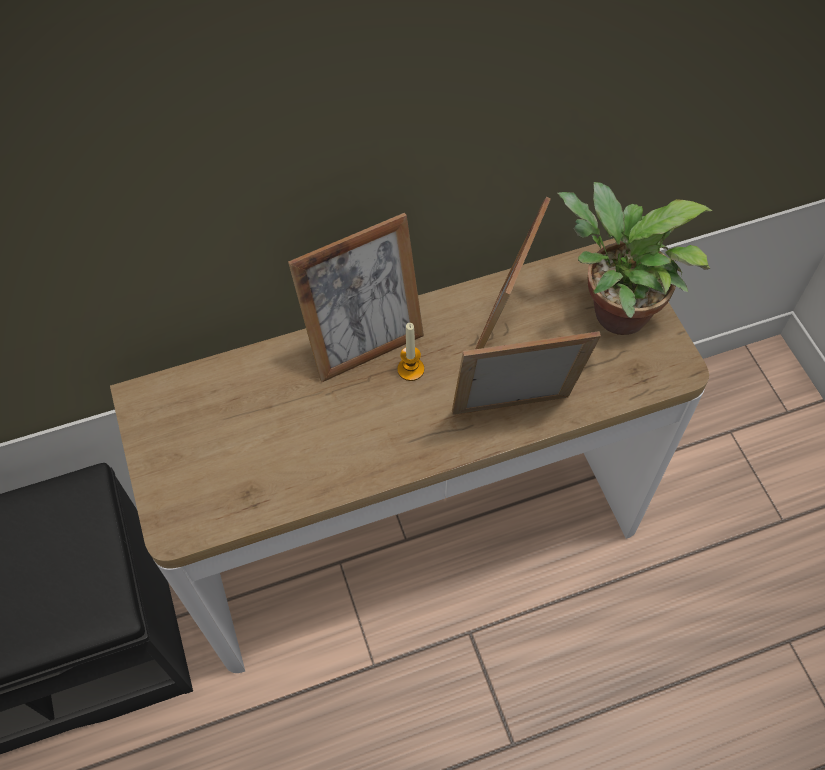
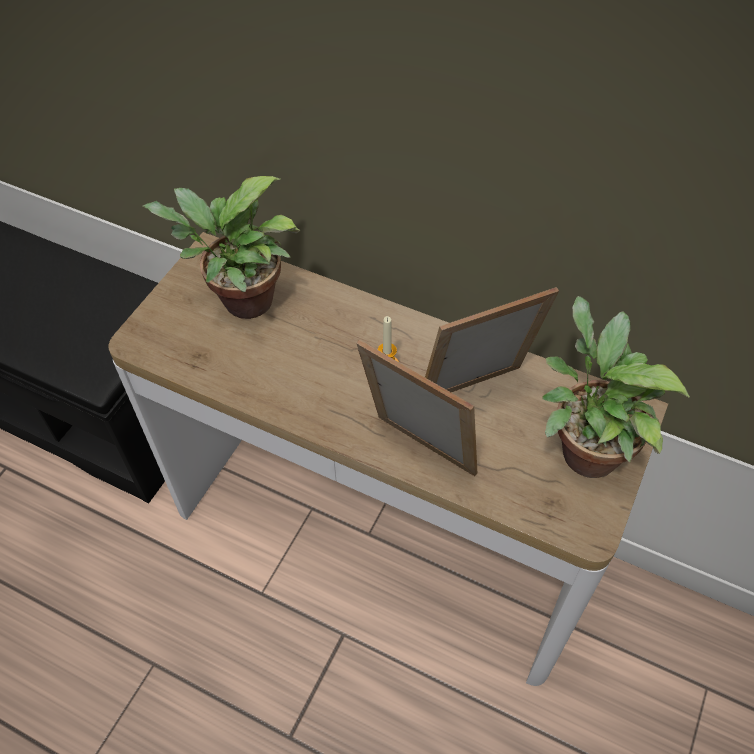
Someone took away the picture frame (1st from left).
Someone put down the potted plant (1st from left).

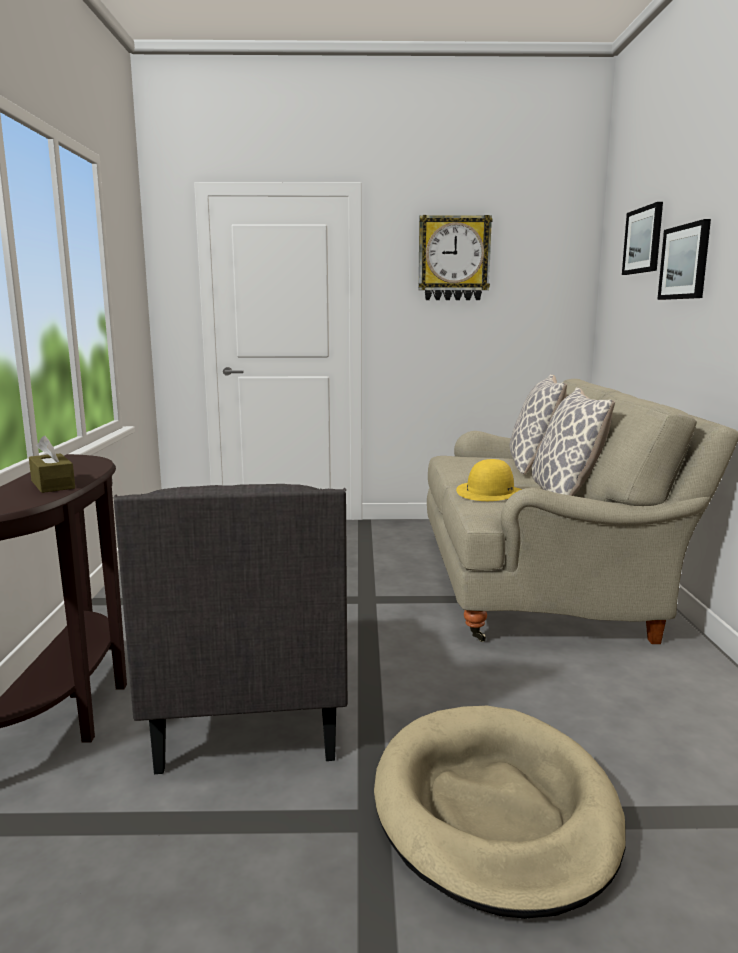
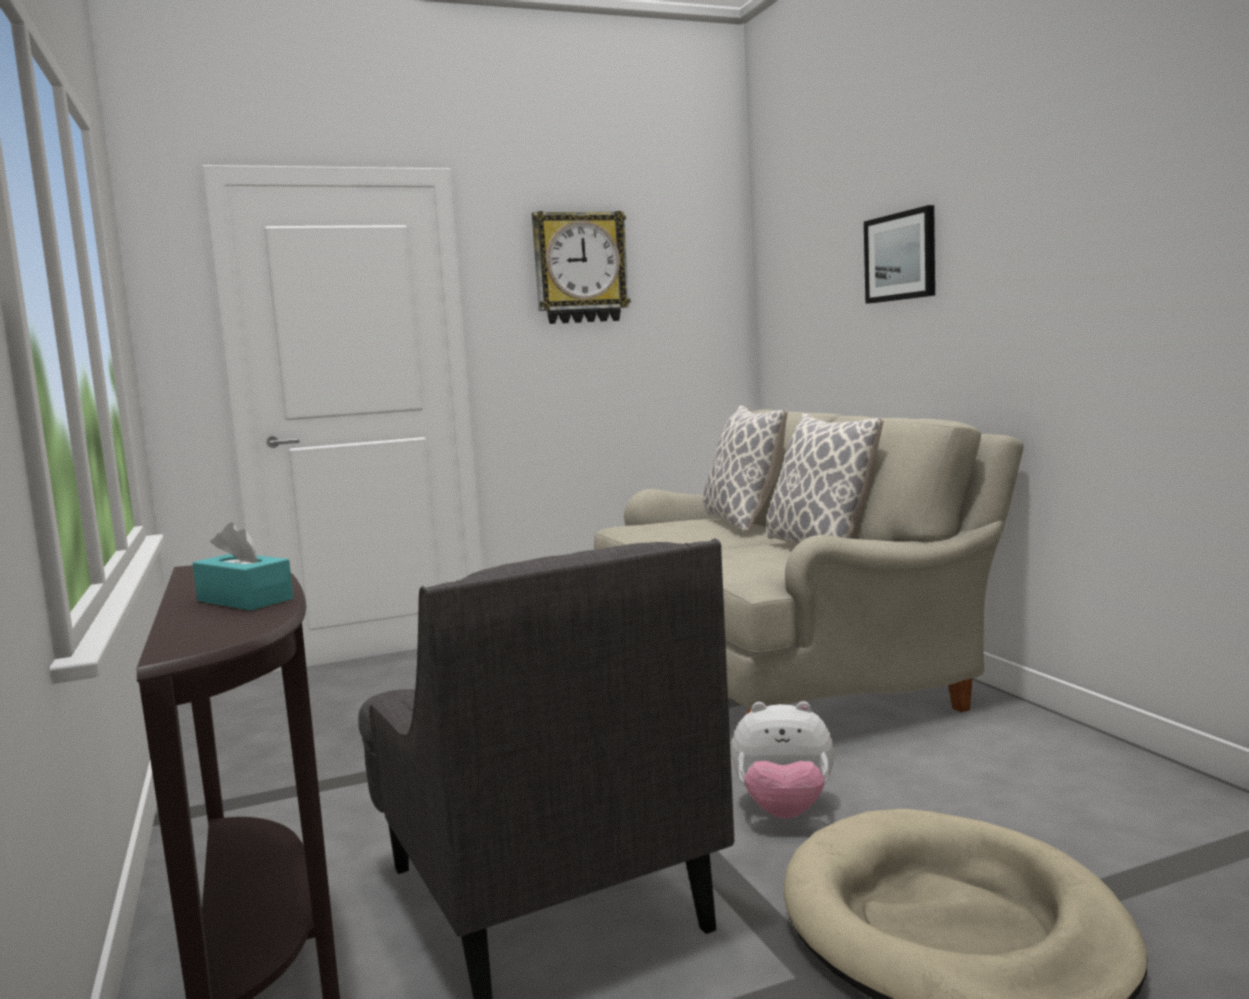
Someone took away the yellow hat.
Someone took away the picture (1st from left).
Someone put down the plush toy.
Someone repainted the brown tissue box, which became the turquoise tissue box.

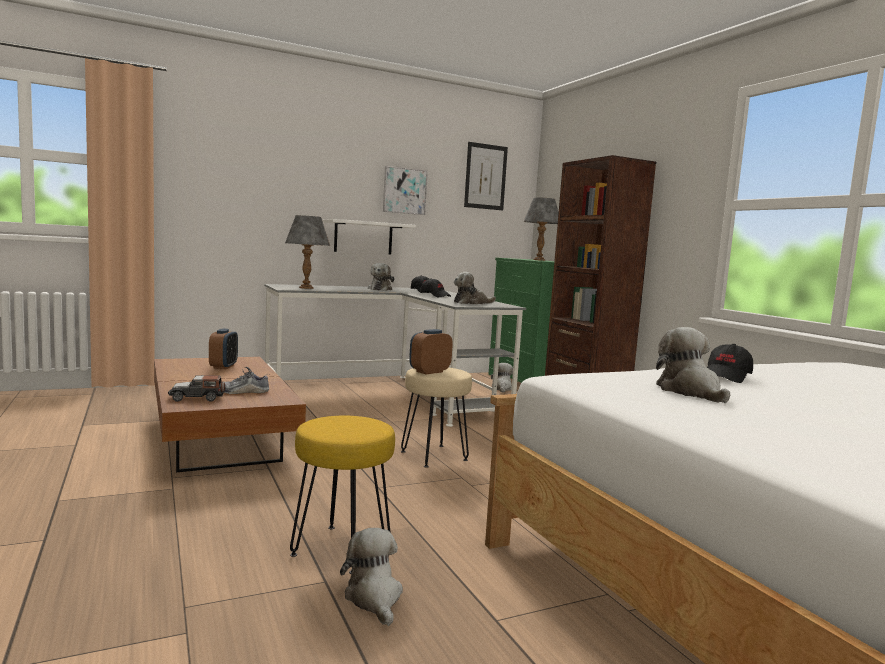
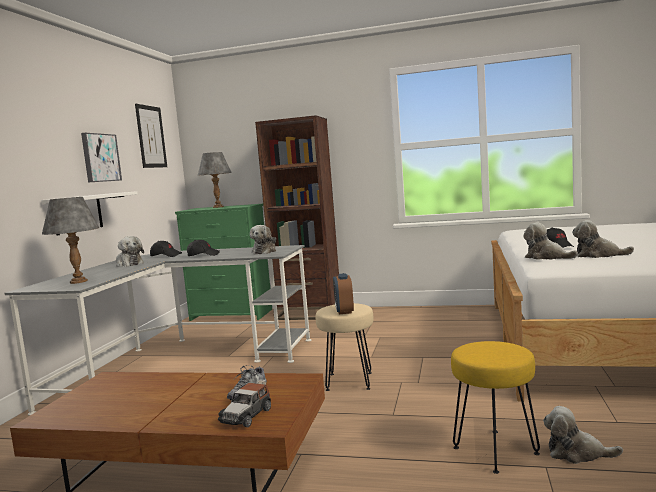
Someone took away the alarm clock (1st from left).
Someone carried the plush toy (4th from left in the first image).

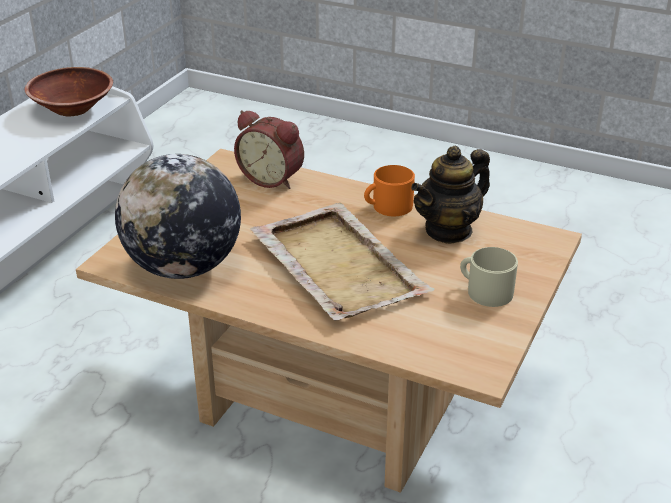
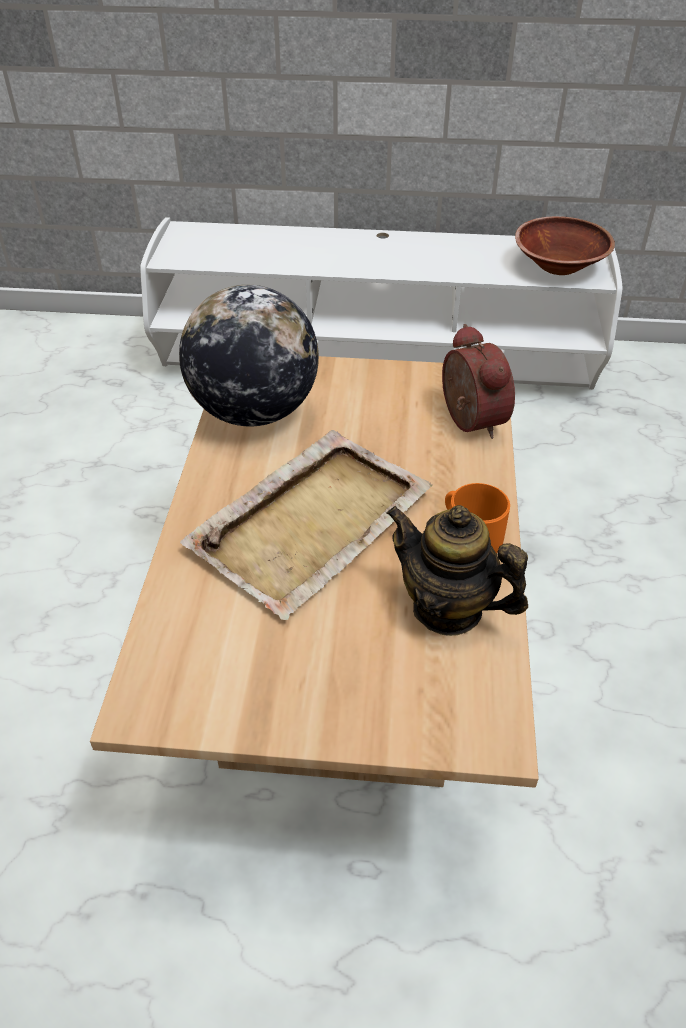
Someone took away the beige mug.
Someone rotated the alarm clock by 150 degrees clockwise.

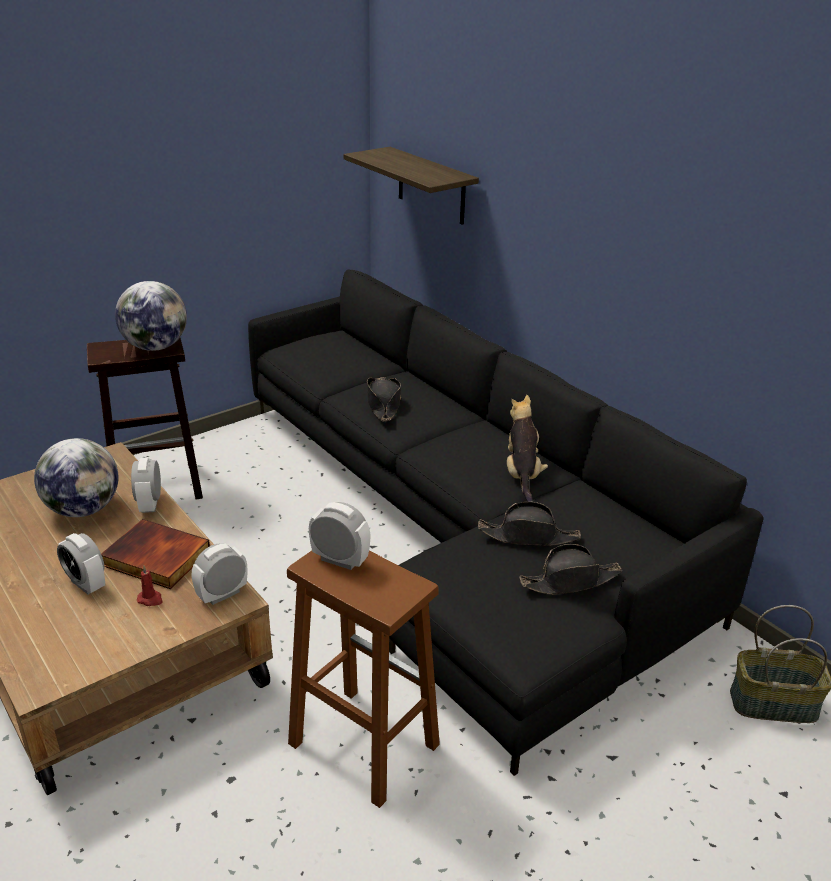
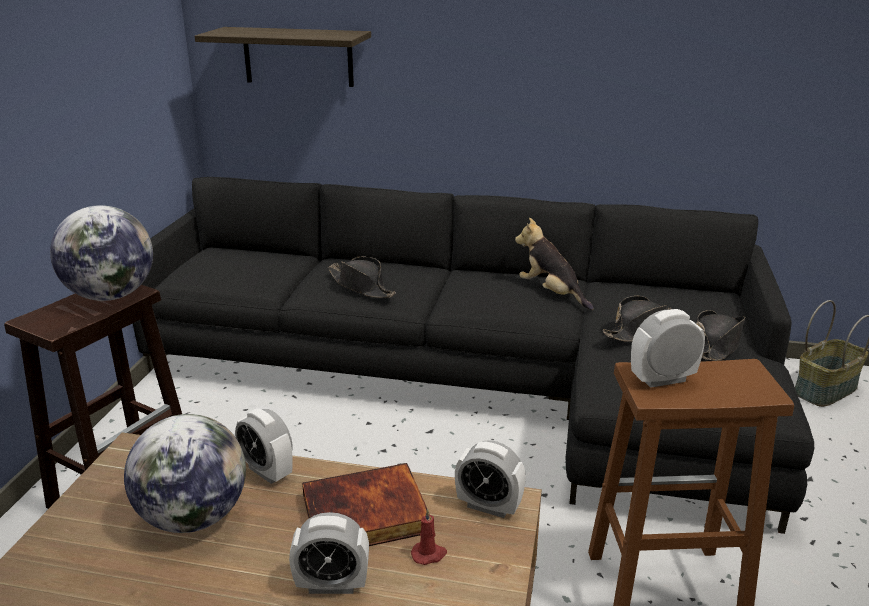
Someone rotated the alarm clock (3rd from left) by 75 degrees counterclockwise.

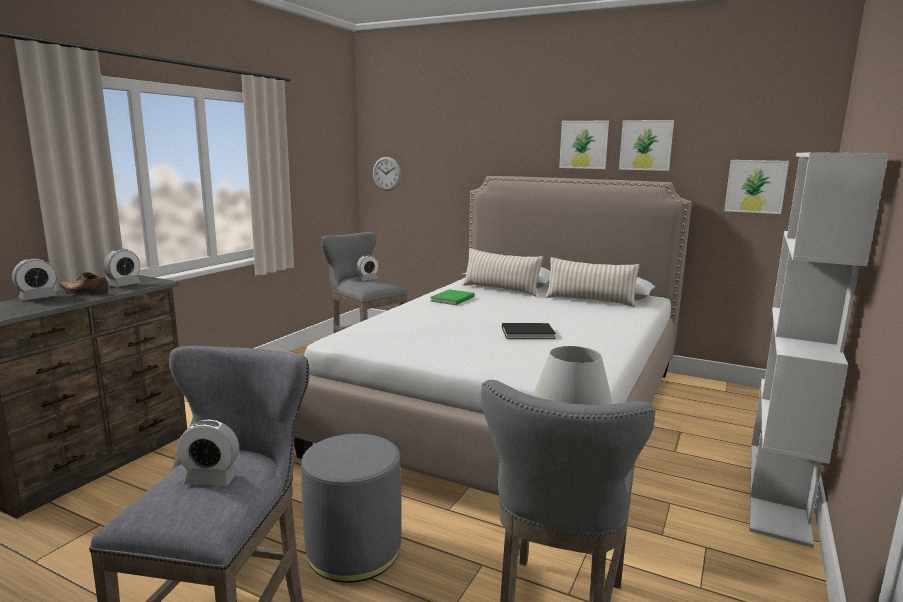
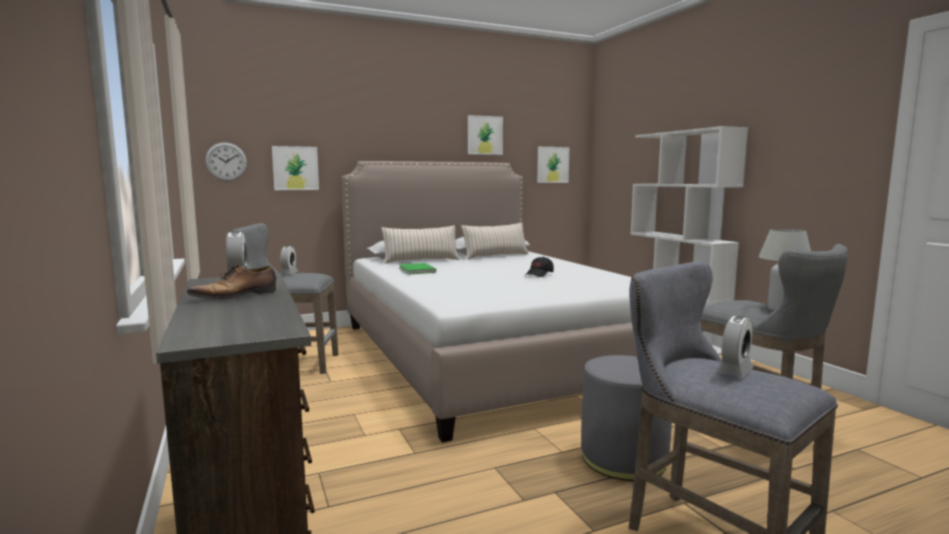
Someone took away the alarm clock (1st from left).
Someone carried the picture (1st from left).
Someone swapped the black book for the black cap.

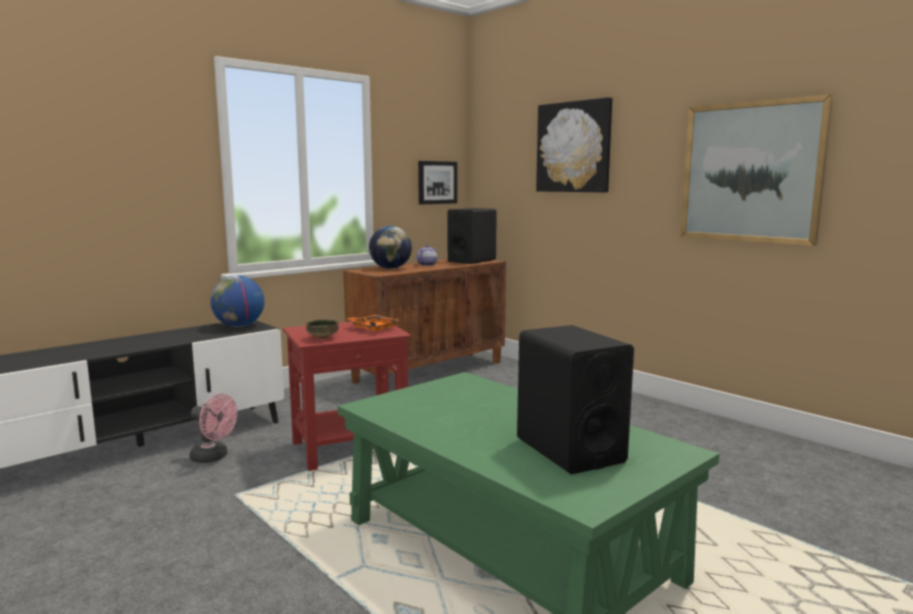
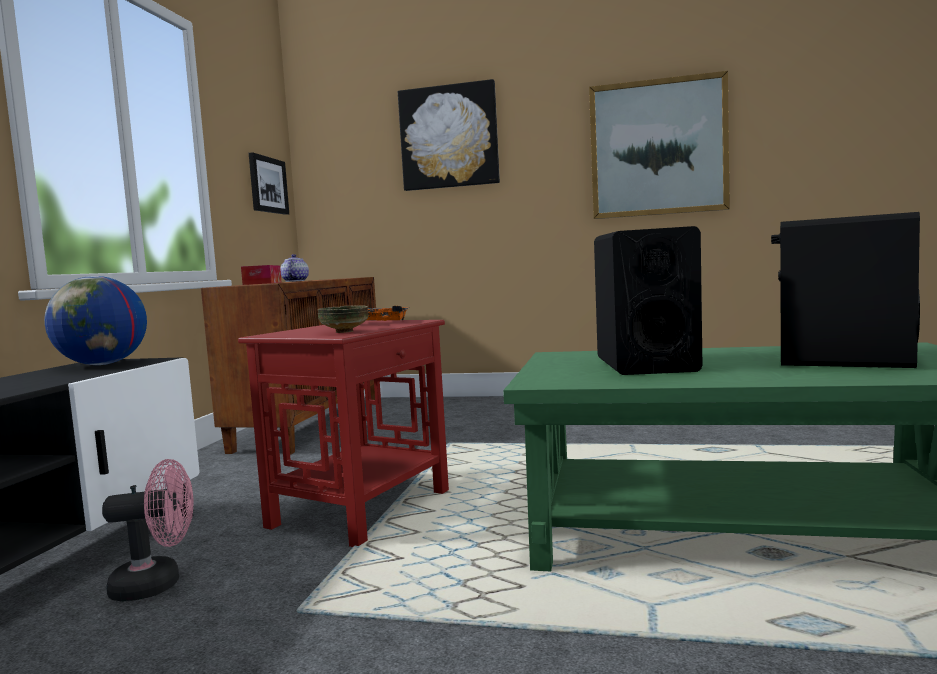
Someone carried the black speaker (1st from left).
Someone swapped the globe (2nd from left) for the tissue box.

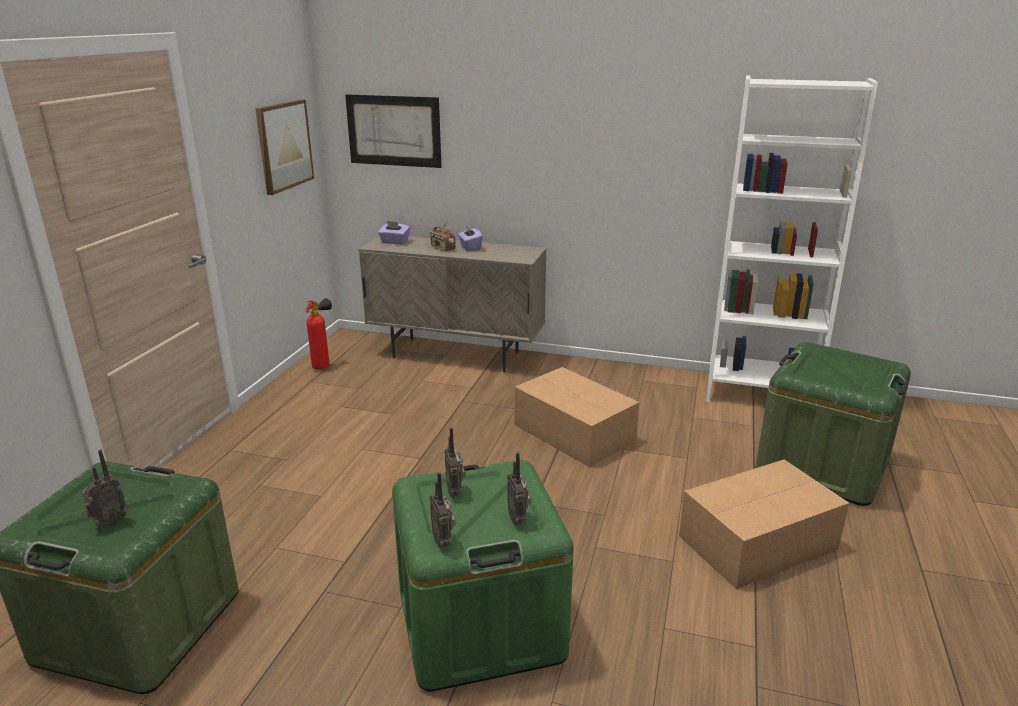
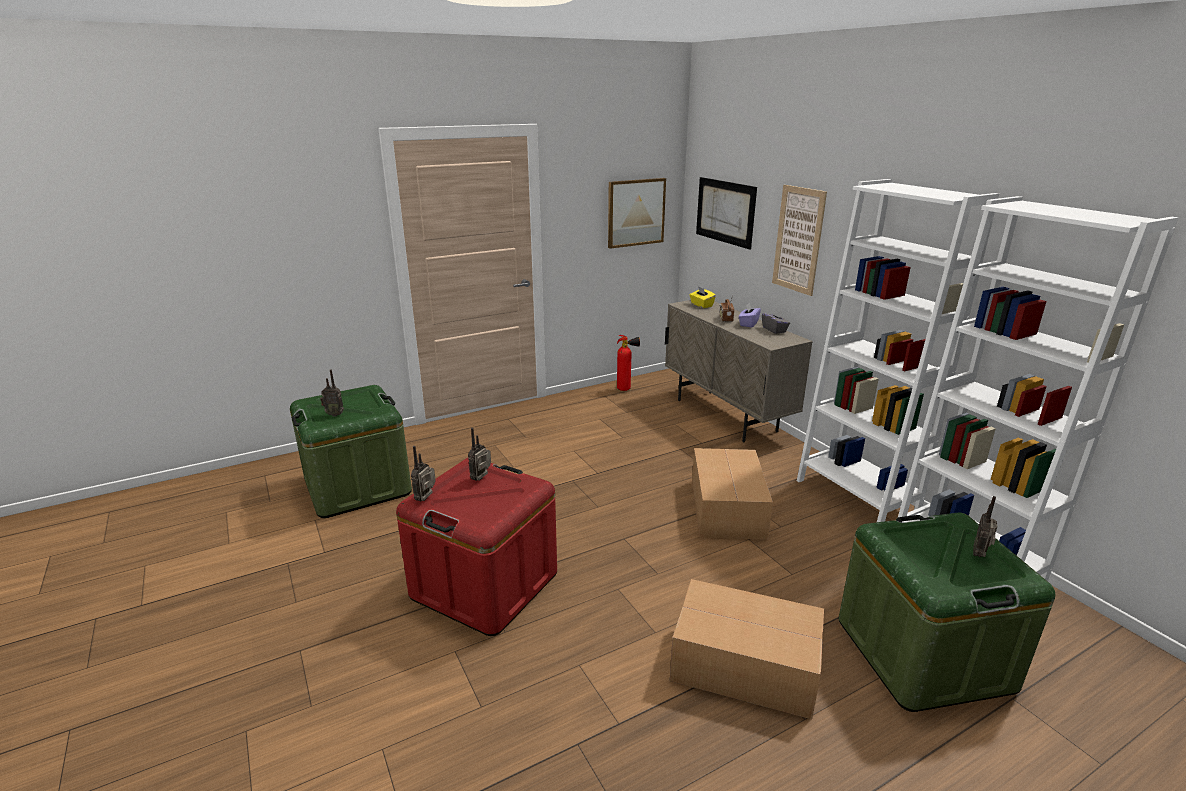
Someone put down the grey tissue box.
Someone put up the picture (3rd from left).
Someone put down the white bookcase (1st from left).
Someone carried the radio (5th from left).
Someone repainted the purple tissue box (1st from left), which became the yellow tissue box.
Someone repainted the green storage box (2nd from left), which became the red storage box.

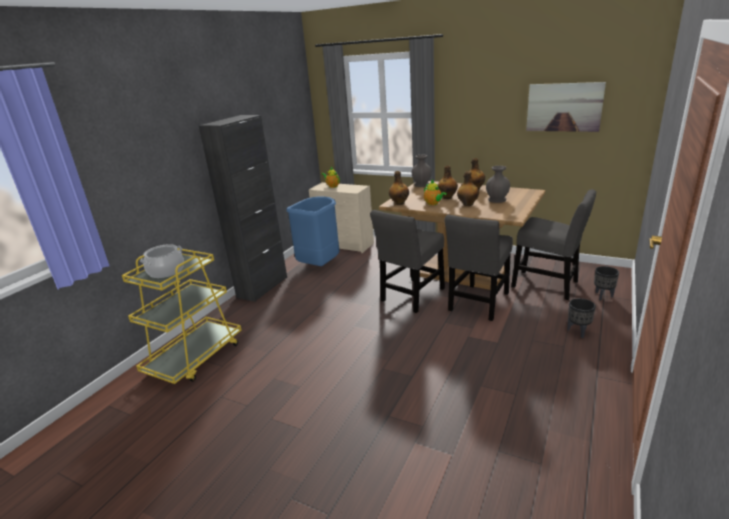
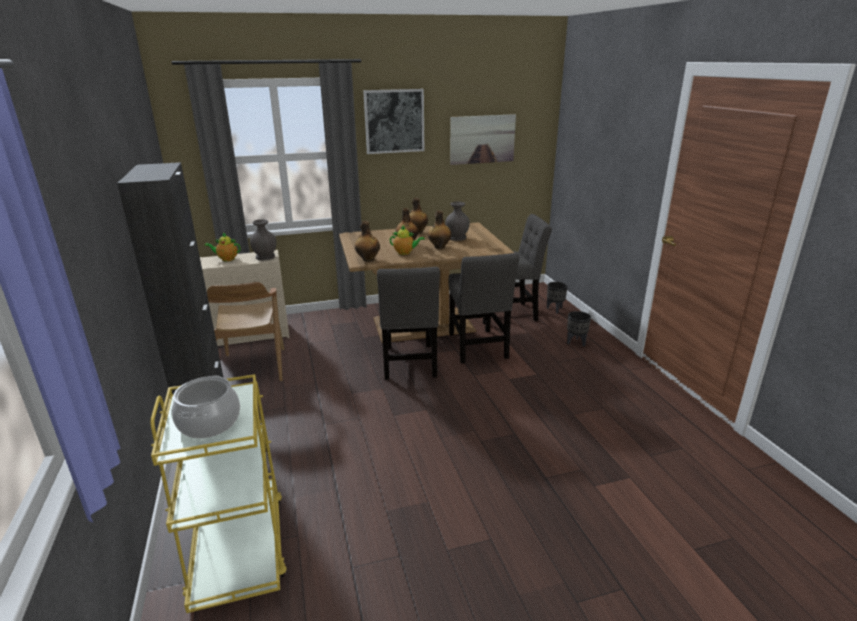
Someone put up the picture (1st from left).
Someone carried the grey vase (1st from left).
Someone swapped the blue trash can for the brown chair.

